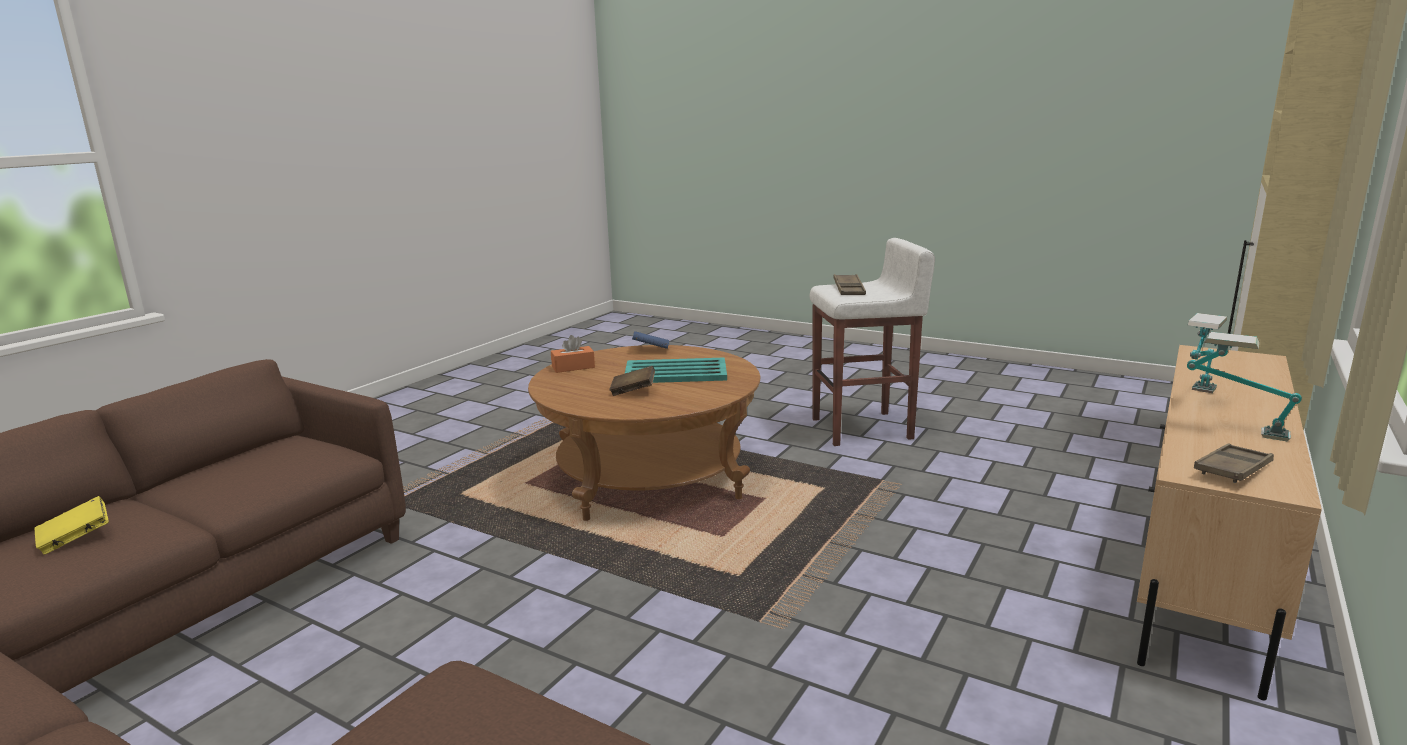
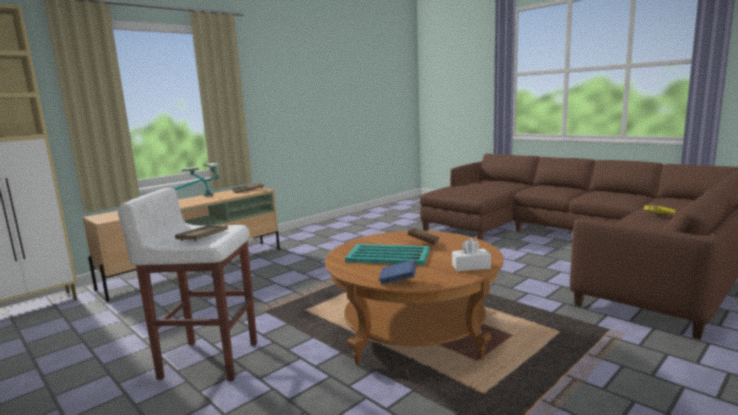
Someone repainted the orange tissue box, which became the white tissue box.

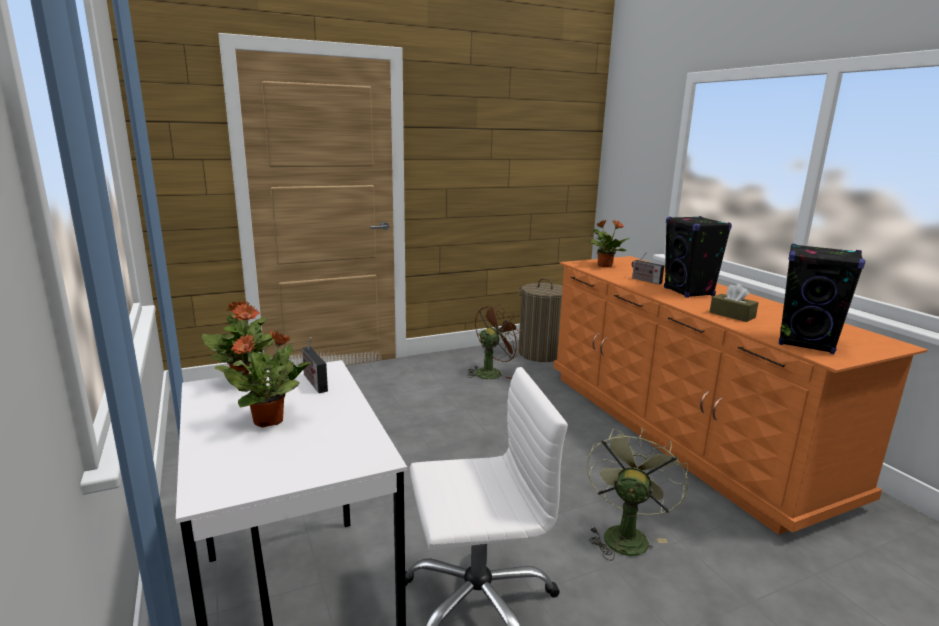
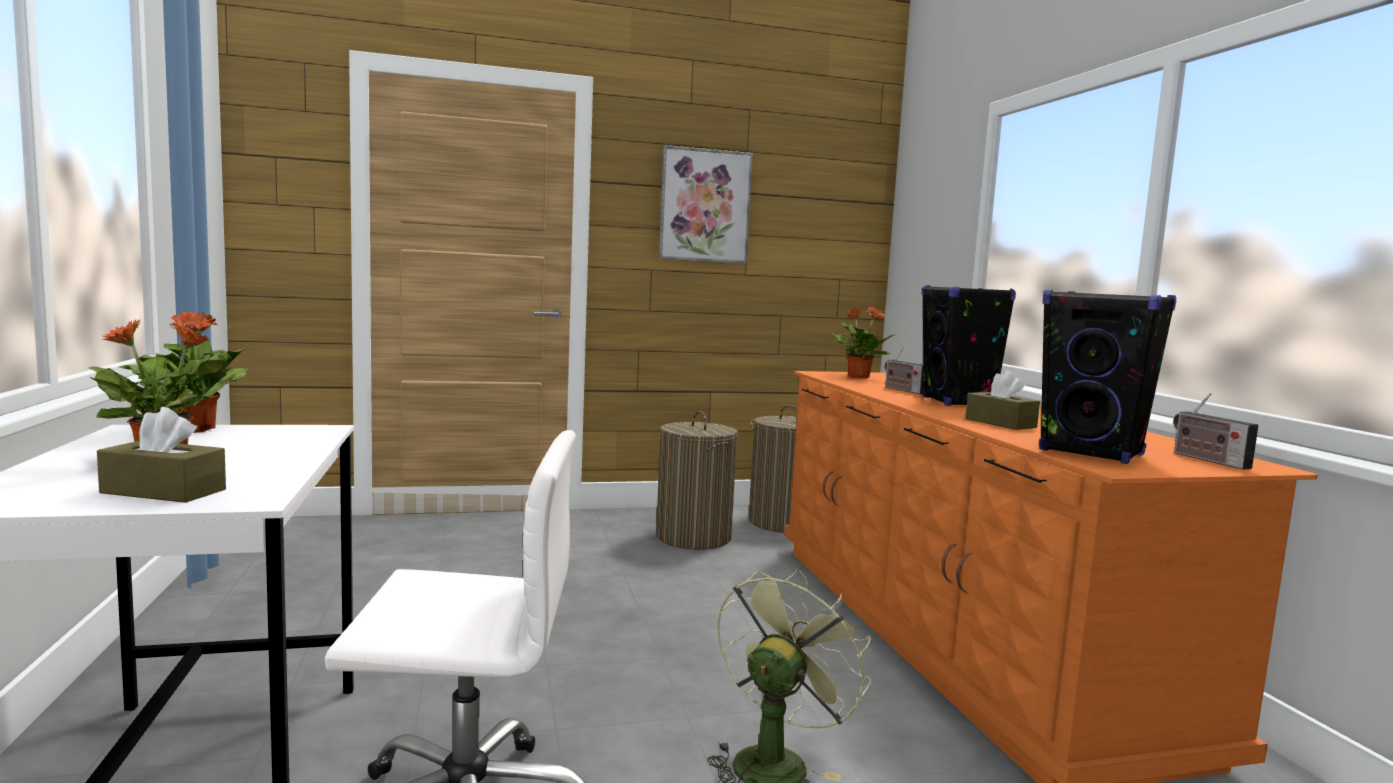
Someone put down the brown tissue box (1st from left).
Someone put up the picture.
Someone carried the radio (1st from left in the first image).
Someone swapped the brown fan for the laundry basket (1st from left).

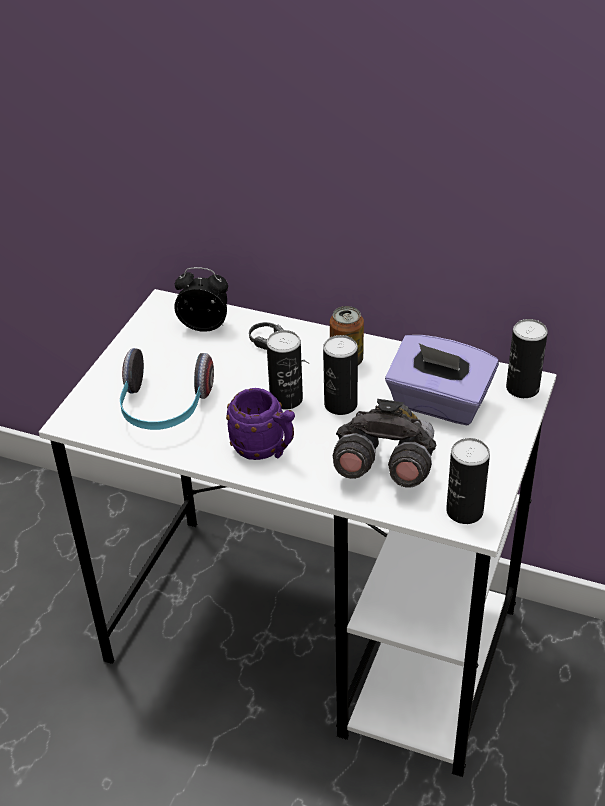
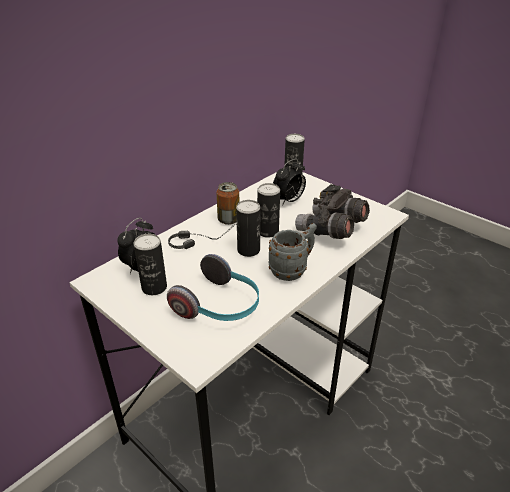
Someone carried the can (4th from left in the first image).
Someone swapped the purple tissue box for the alarm clock (2nd from left).
Someone repainted the purple mug, which became the grey mug.

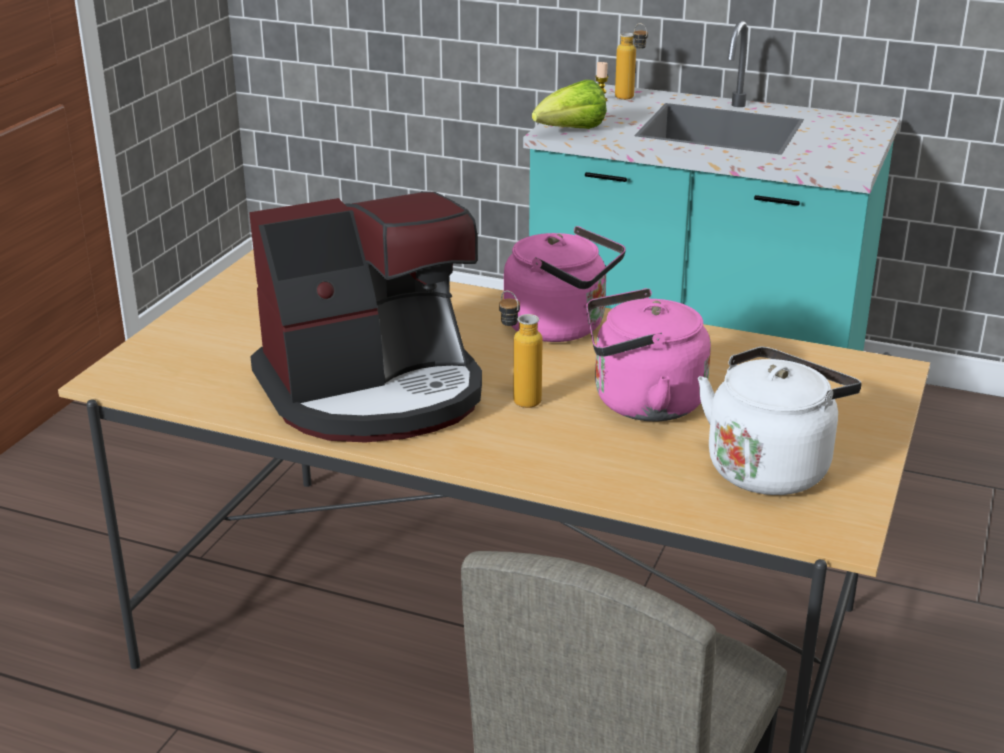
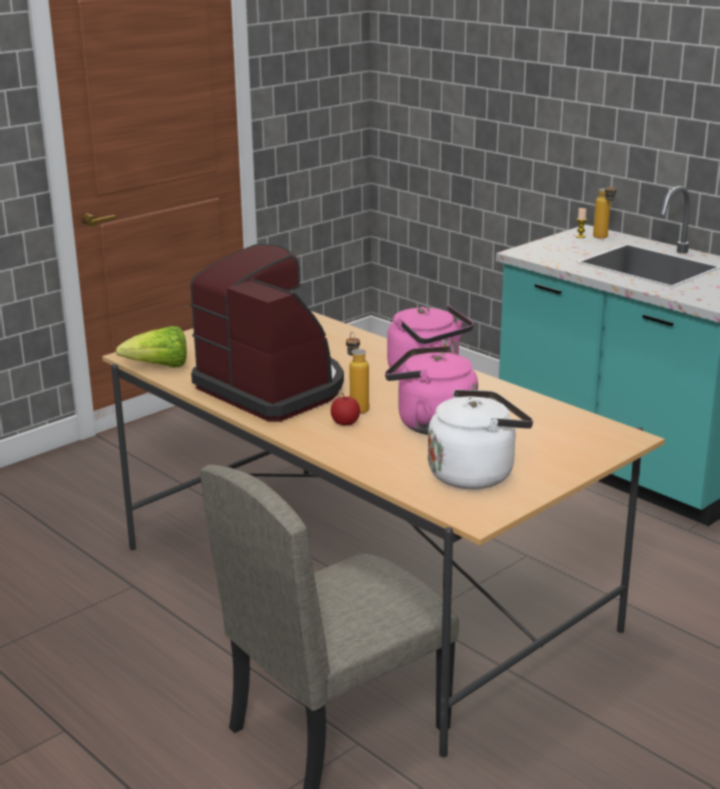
Someone put down the apple.
Someone carried the lettuce.
Someone rotated the coffee machine by 135 degrees counterclockwise.

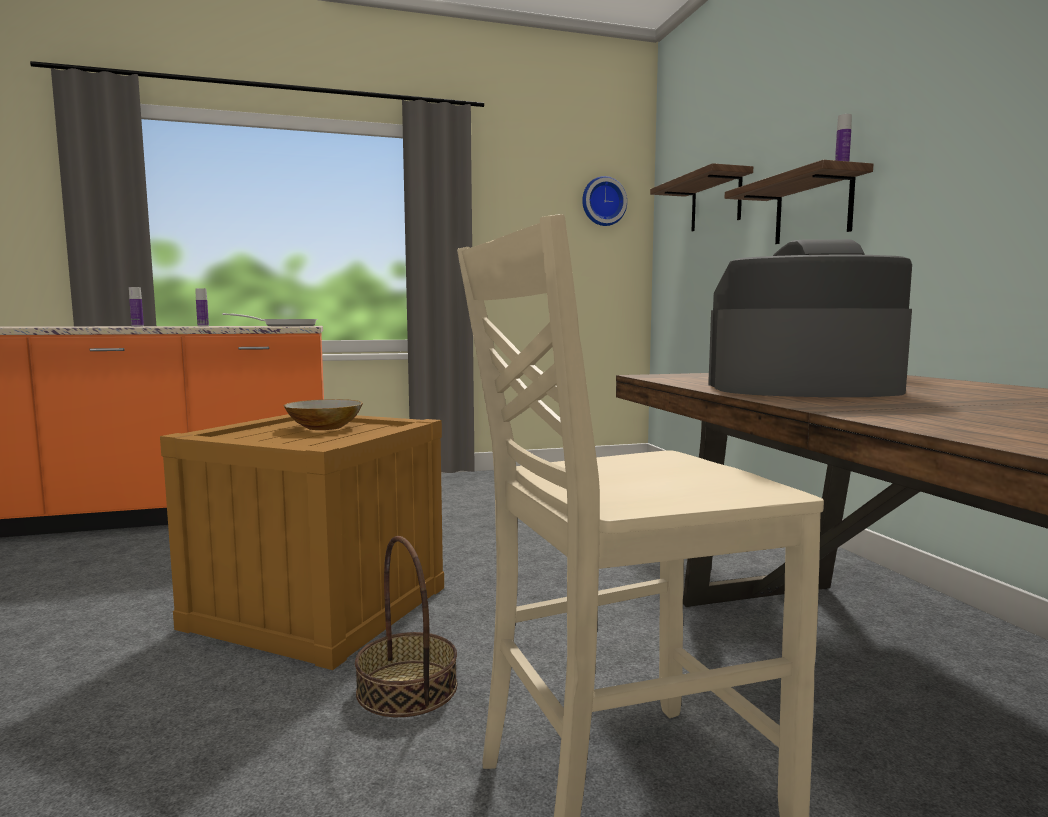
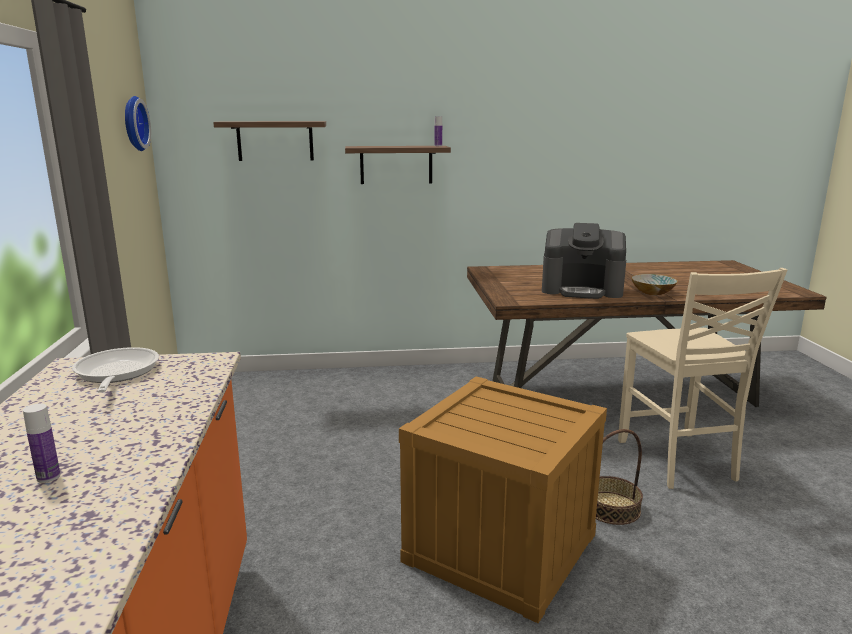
Someone took away the bottle (2nd from left).
Someone carried the bowl.
Someone rotated the coffee machine by 90 degrees counterclockwise.

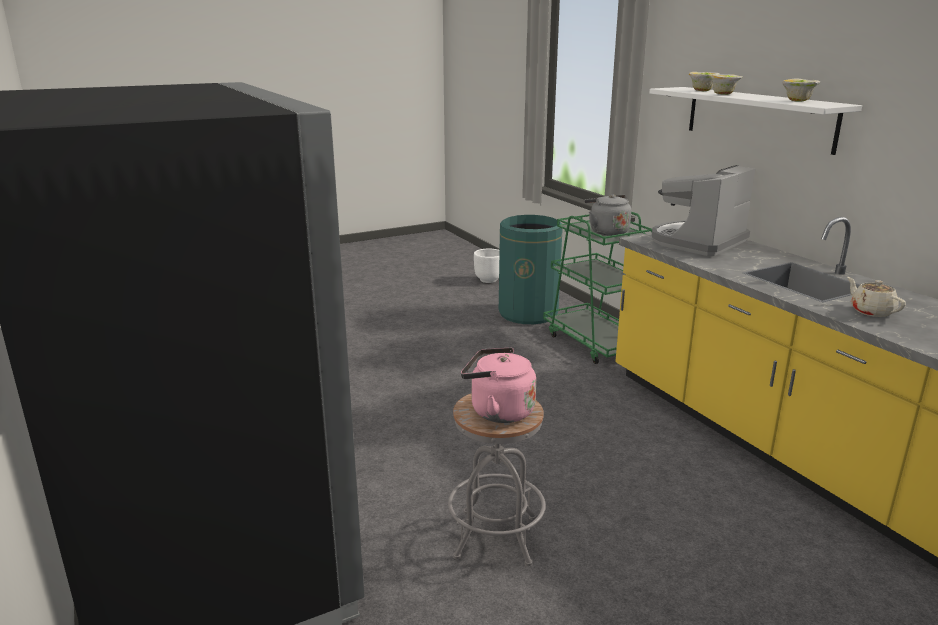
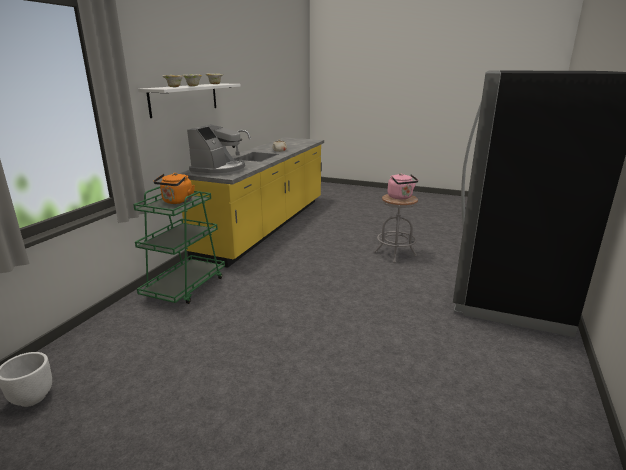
Someone took away the green trash can.
Someone repainted the grey kettle, which became the orange kettle.
Someone rotated the coffee machine by 75 degrees counterclockwise.

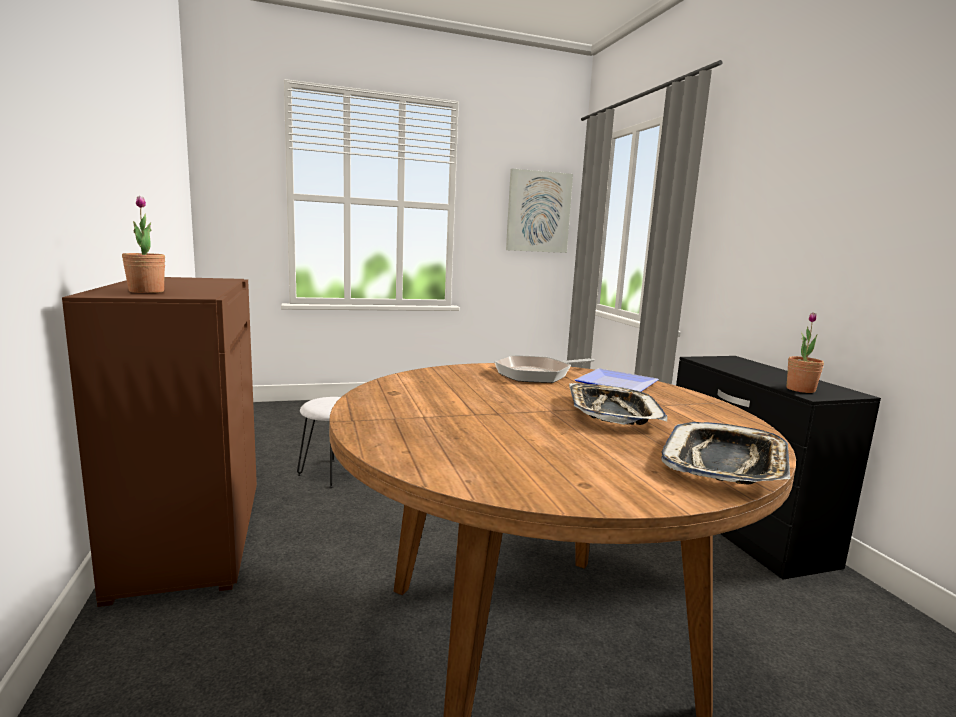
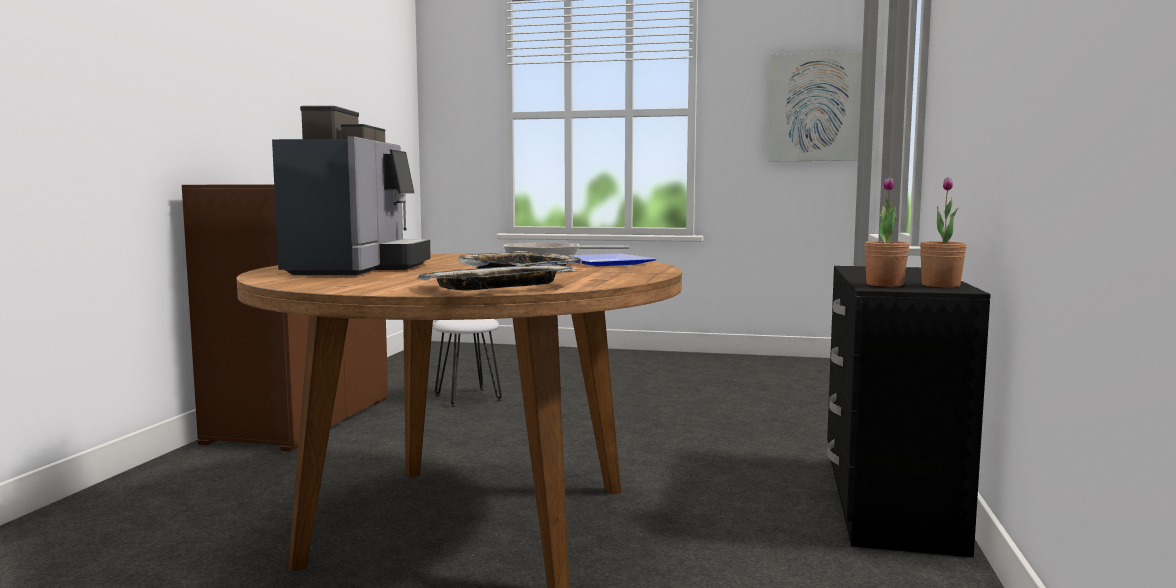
Someone put down the coffee machine.
Someone carried the potted plant (1st from left in the first image).

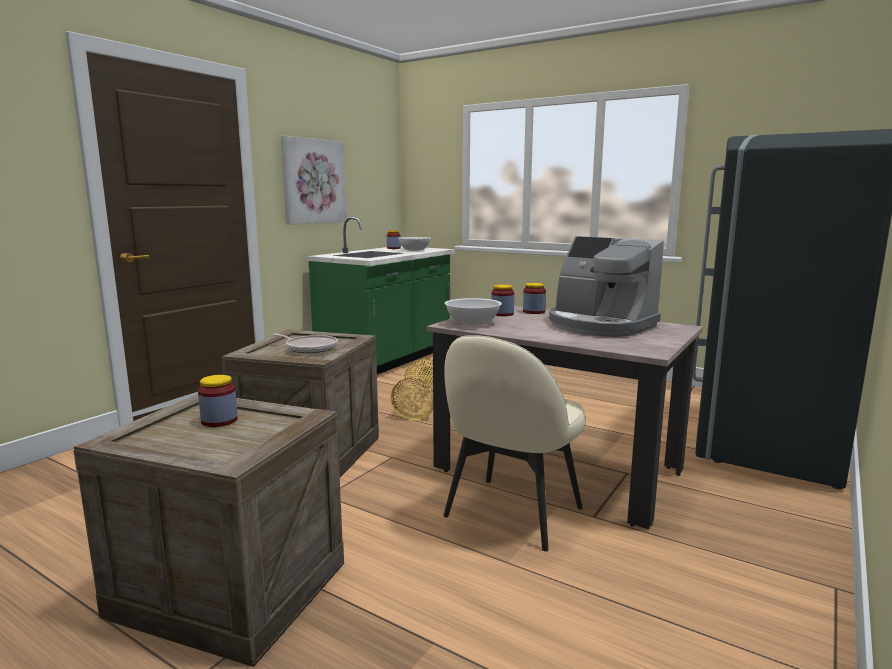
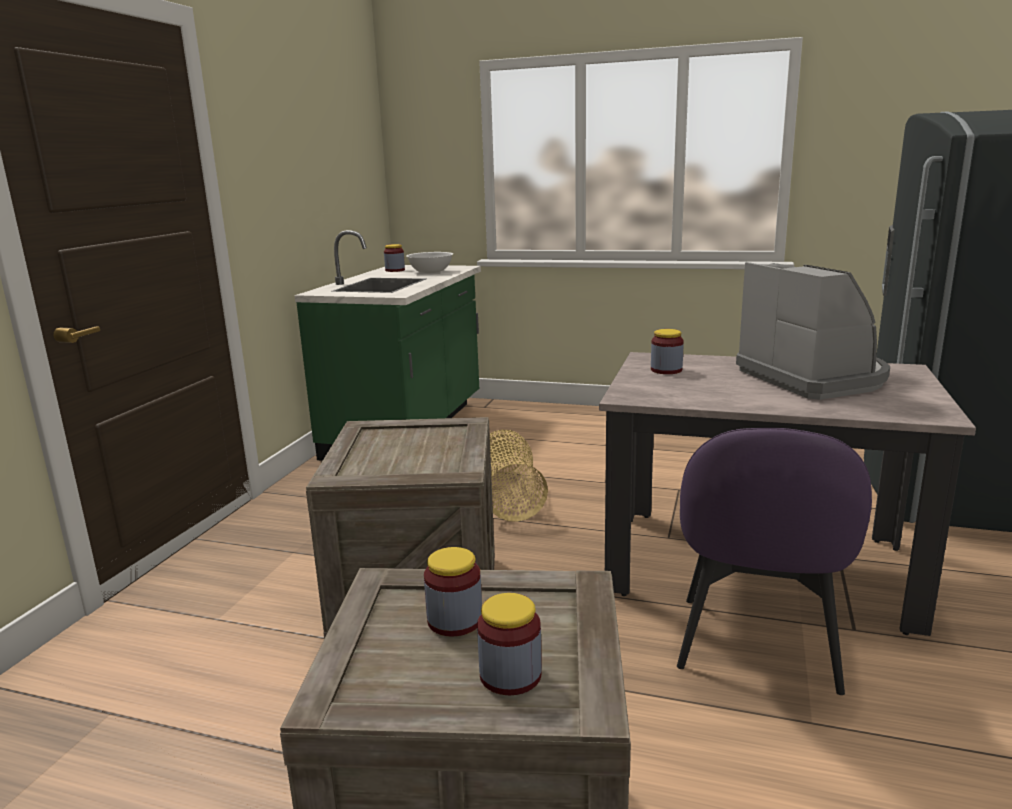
Someone took away the frying pan.
Someone took away the picture.
Someone took away the white bowl (2nd from left).
Someone carried the jar (4th from left in the first image).
Someone repainted the beige chair, which became the purple chair.
Someone rotated the coffee machine by 135 degrees counterclockwise.

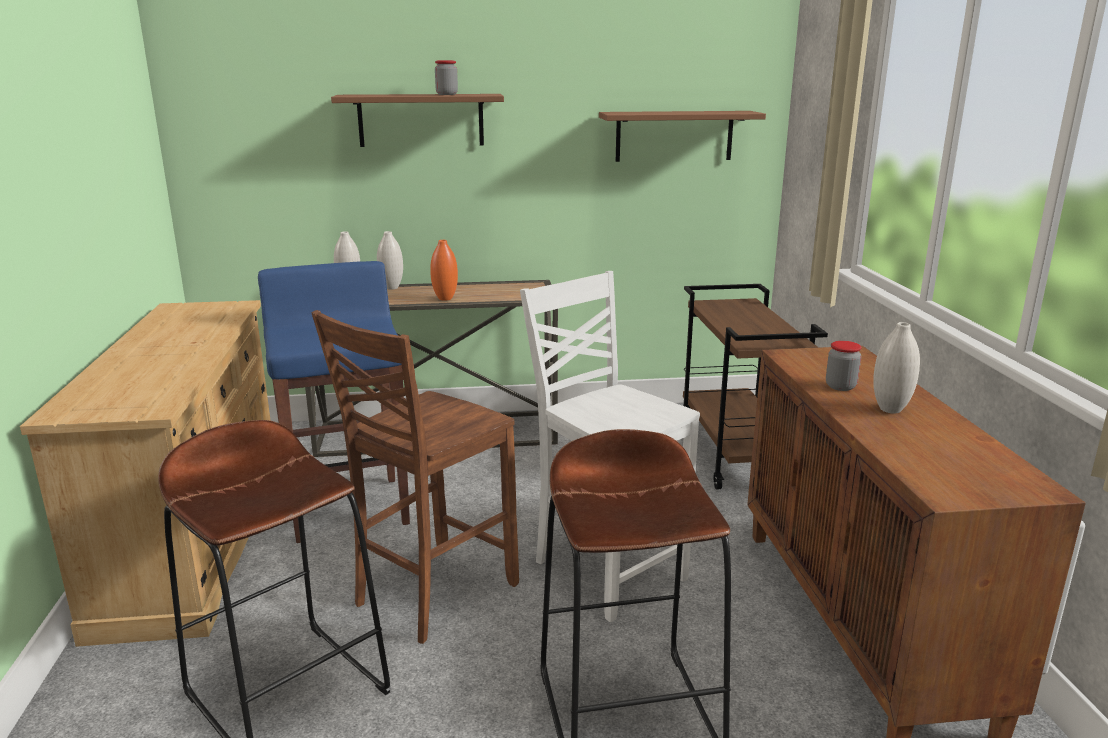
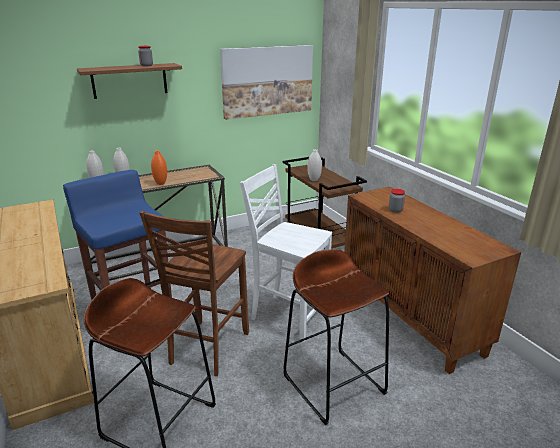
Someone carried the white vase (3rd from left).
Someone swapped the brown shelf (2nd from left) for the picture.

